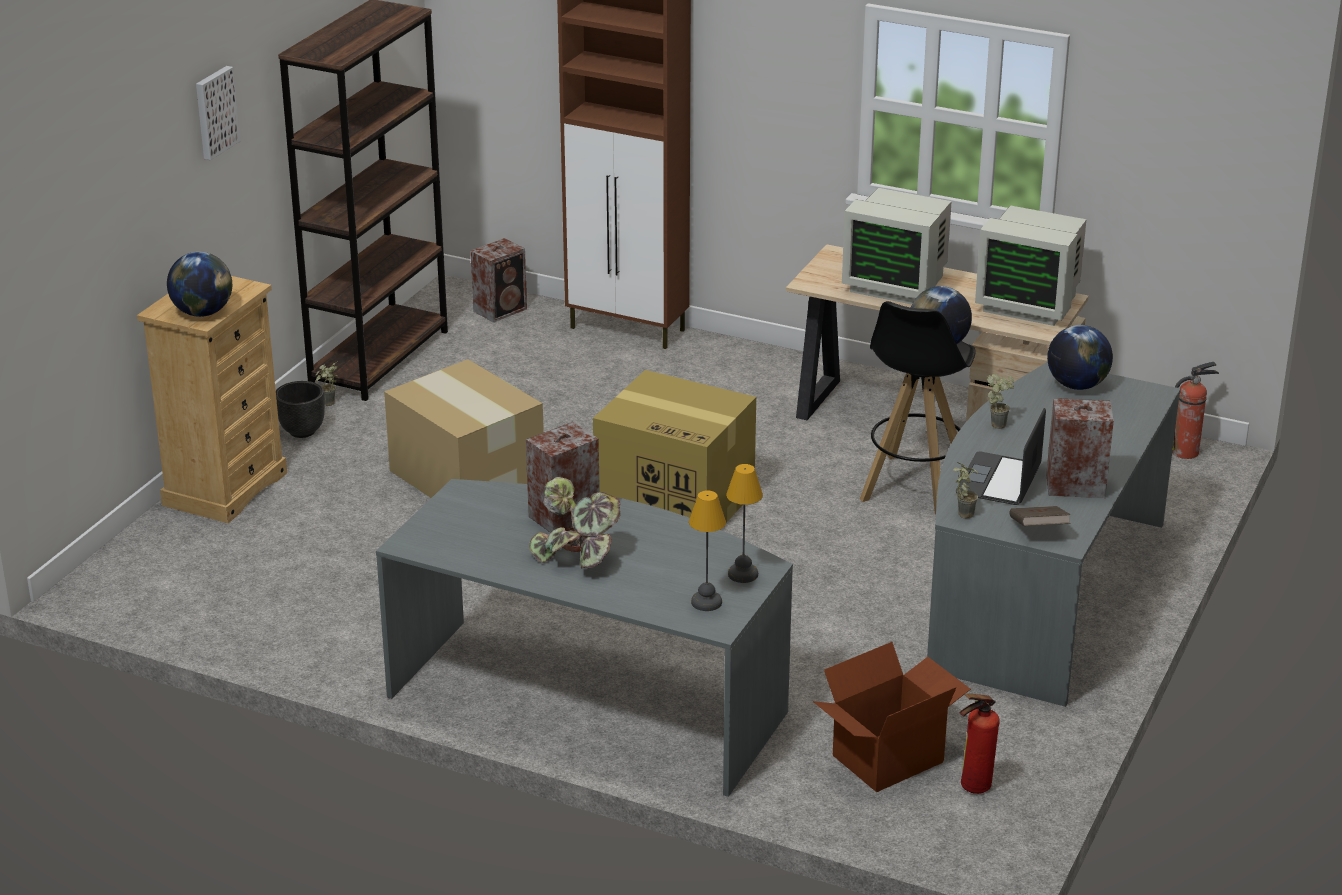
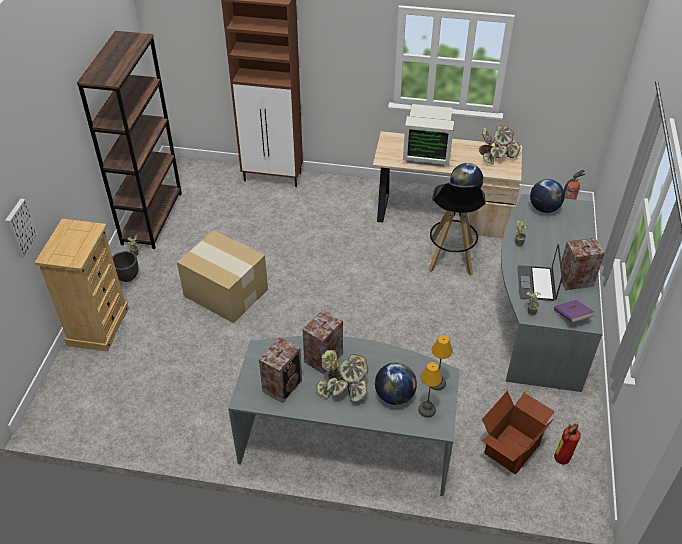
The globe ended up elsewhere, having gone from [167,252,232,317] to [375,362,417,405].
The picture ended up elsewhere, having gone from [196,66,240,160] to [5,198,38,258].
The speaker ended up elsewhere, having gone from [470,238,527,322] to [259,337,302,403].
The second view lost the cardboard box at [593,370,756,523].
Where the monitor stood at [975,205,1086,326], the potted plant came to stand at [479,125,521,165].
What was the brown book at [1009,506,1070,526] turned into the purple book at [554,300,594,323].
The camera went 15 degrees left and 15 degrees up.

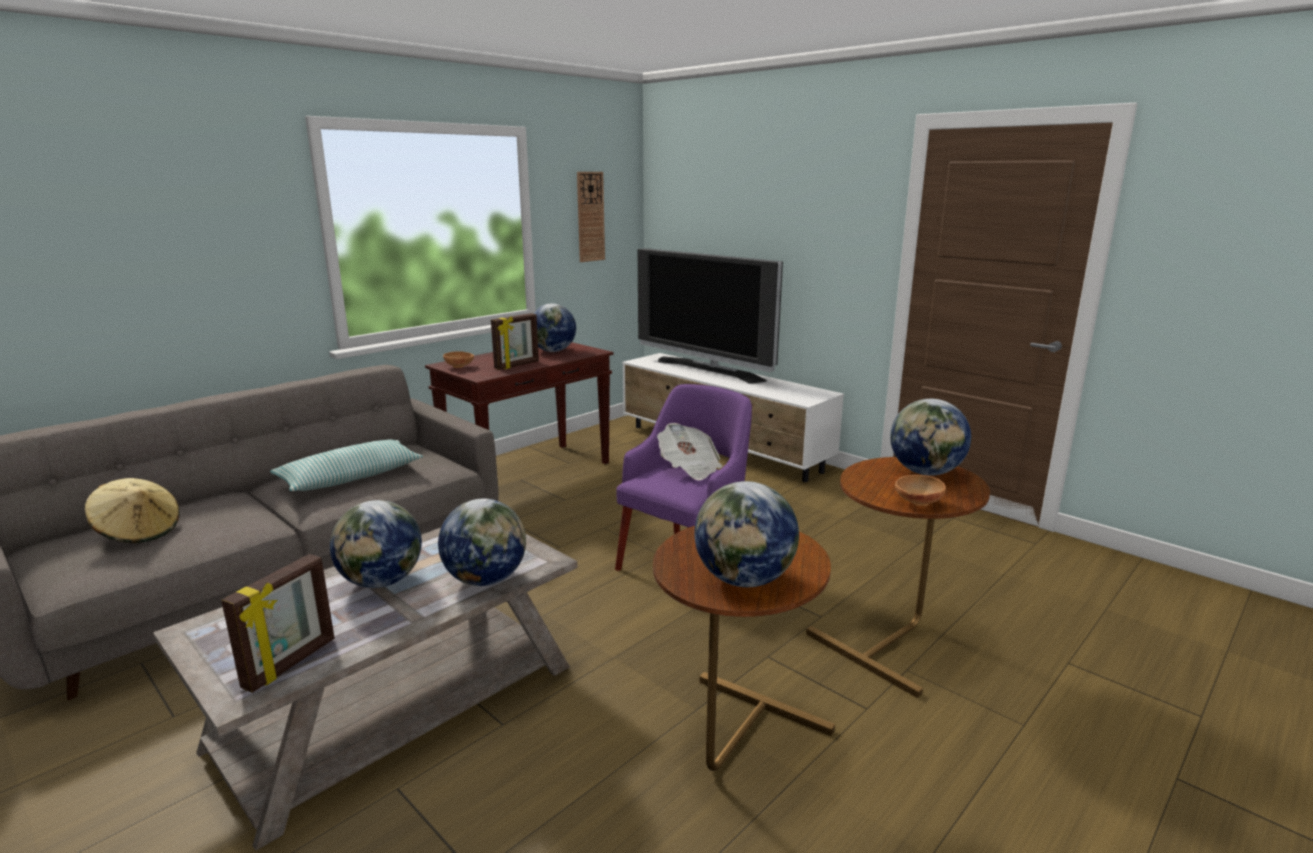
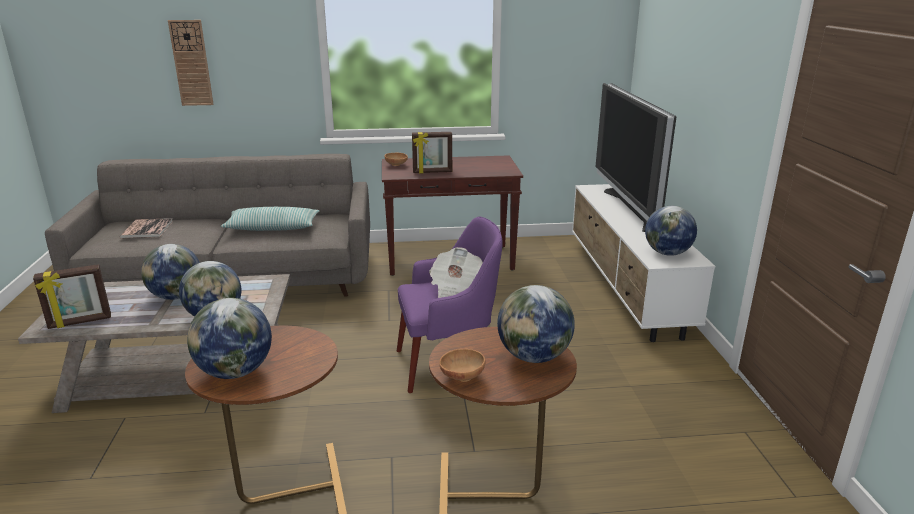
Where the beige hat stood at [85,478,180,543], the book came to stand at [120,218,173,238].
The globe ended up elsewhere, having gone from [533,303,576,352] to [645,206,697,256].
The wall clock ended up elsewhere, having gone from [577,172,605,262] to [168,20,214,106].
The camera went 40 degrees right and 5 degrees up.

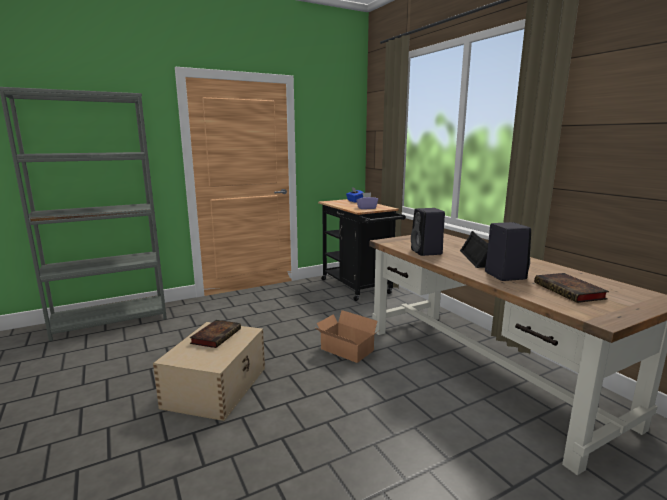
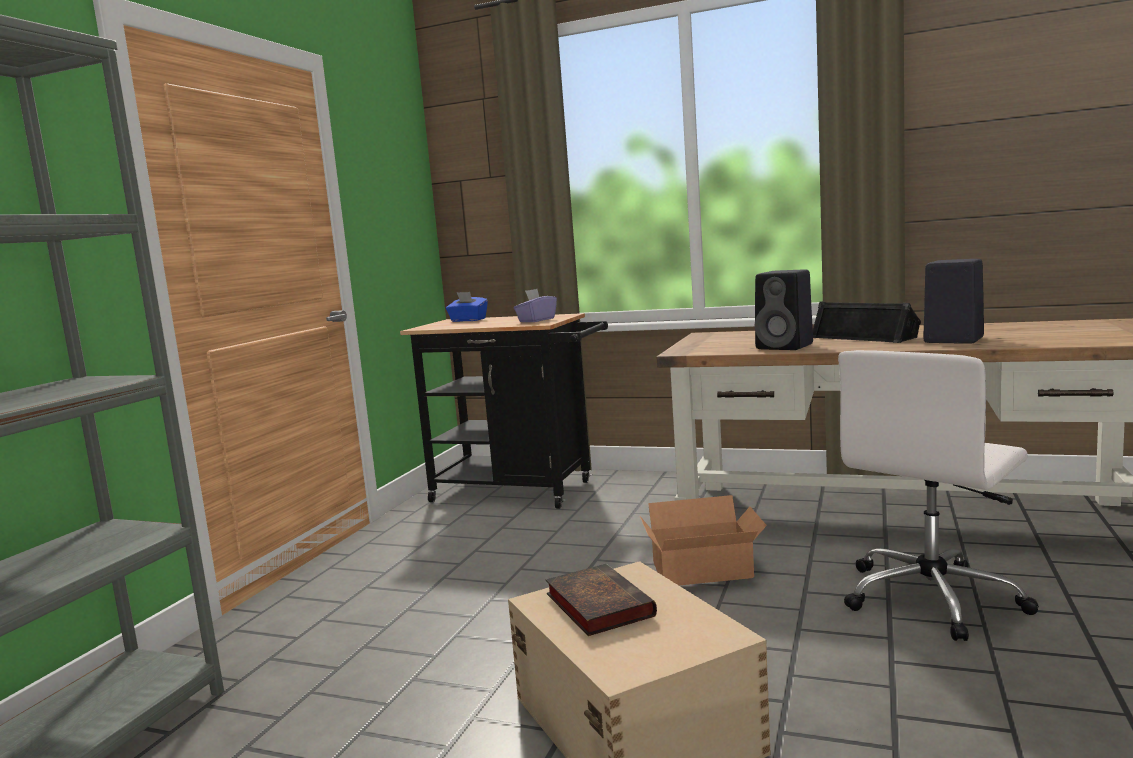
The second view lost the book at [534,273,609,303].
The second view gained the white office chair at [838,350,1039,641].
The camera went 40 degrees left and 5 degrees down.

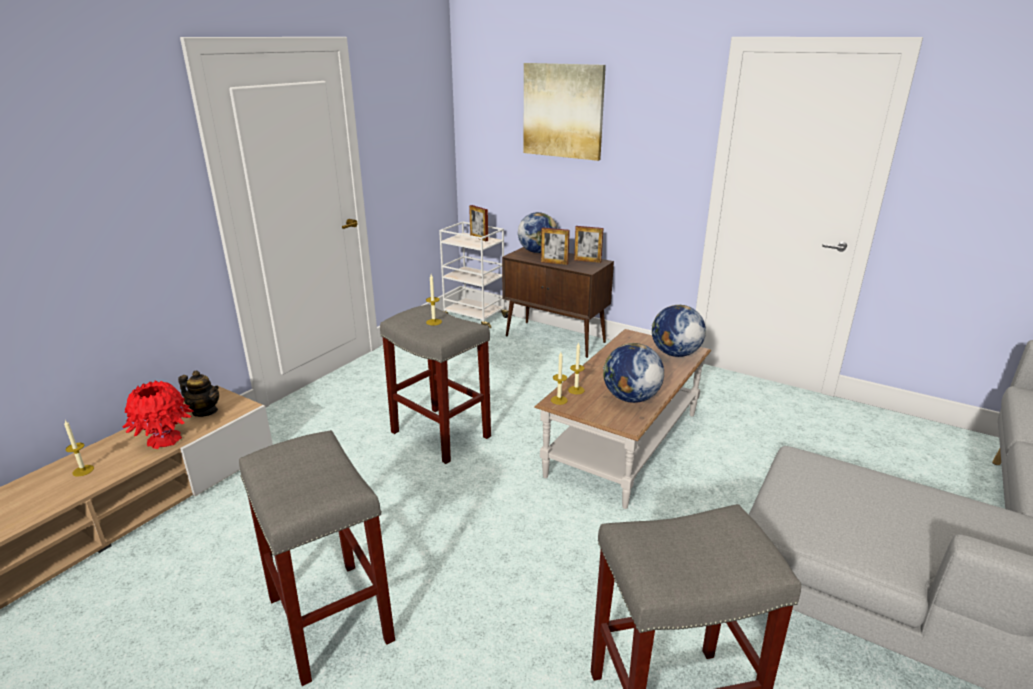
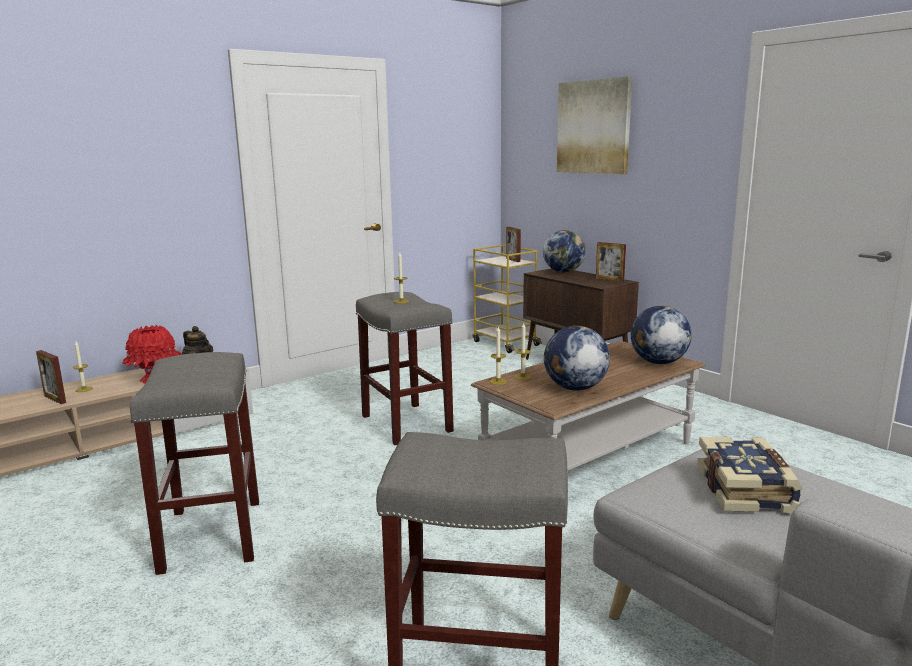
What was the white cart at [439,222,509,328] turned into the yellow cart at [473,245,542,353].
The picture frame ended up elsewhere, having gone from [541,228,570,265] to [36,350,66,404].
The second view gained the book at [697,437,803,513].
The camera went 20 degrees right and 10 degrees down.

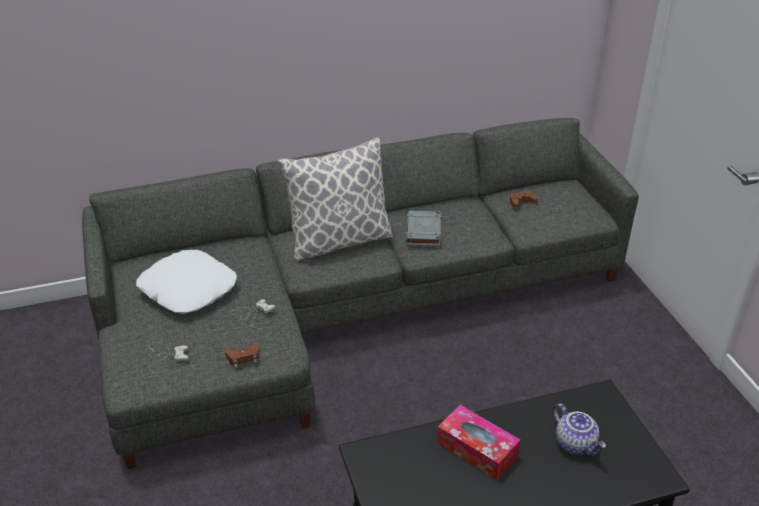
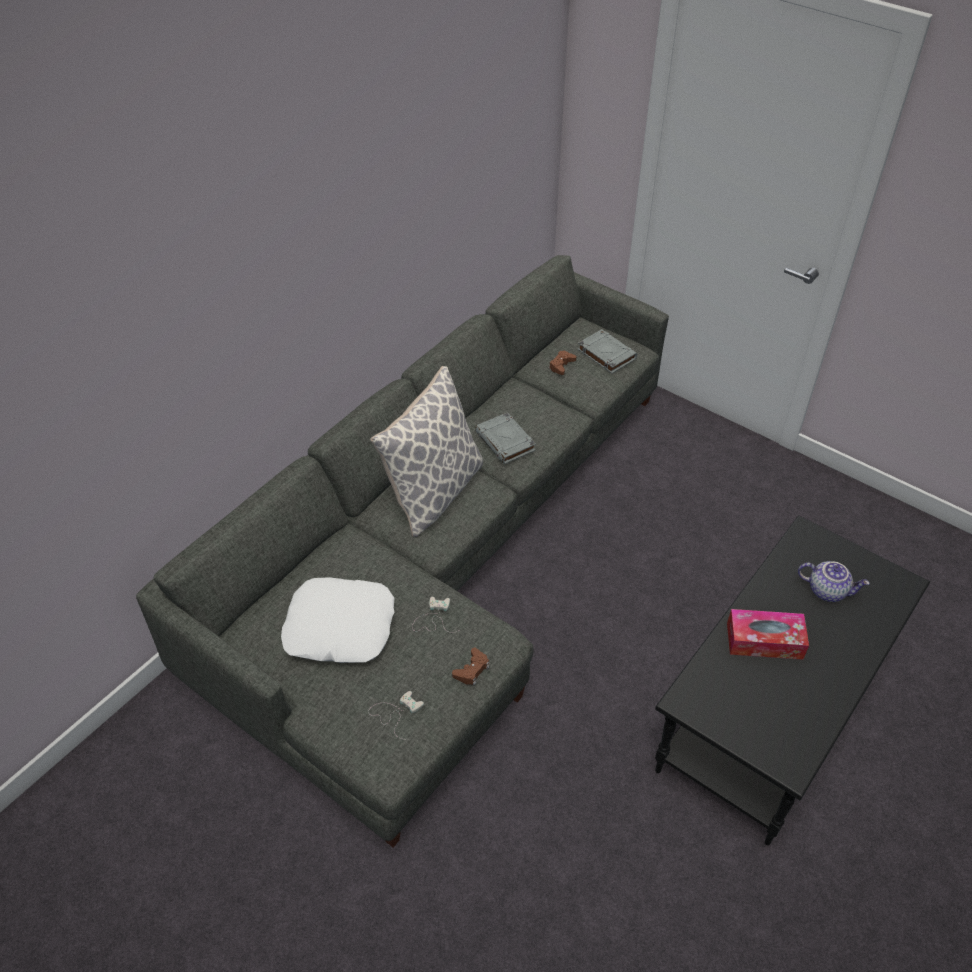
The second view gained the grey book at [577,329,637,374].
The camera went 35 degrees left and 10 degrees up.

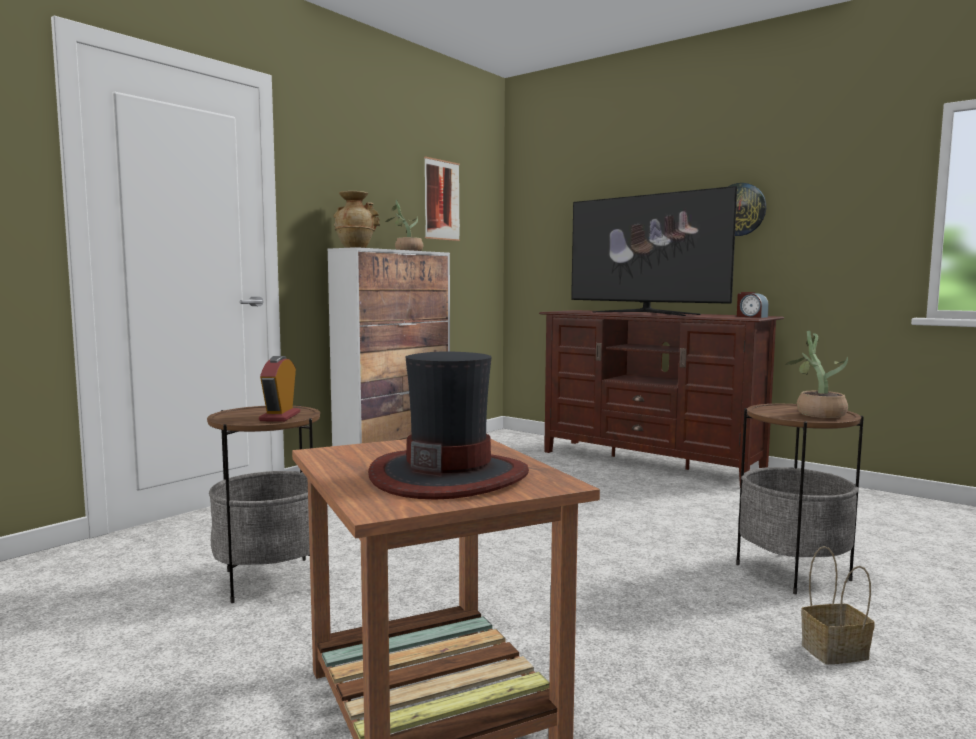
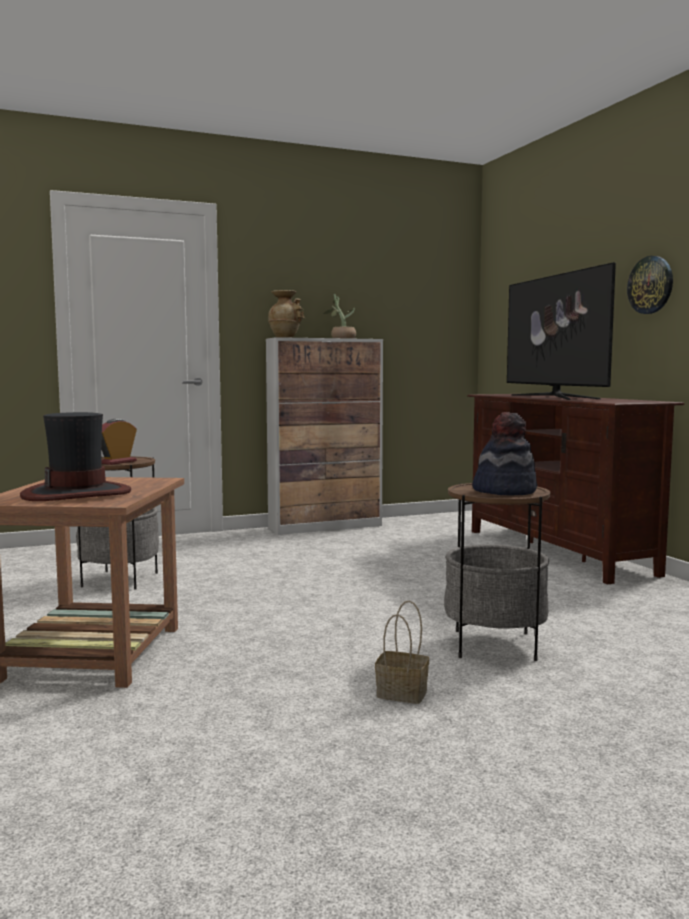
The second view lost the picture at [424,156,460,241].
The second view lost the alarm clock at [737,292,769,318].
Where the potted plant stood at [785,331,848,418], the hat came to stand at [472,412,537,495].
The camera went 30 degrees right and 0 degrees up.

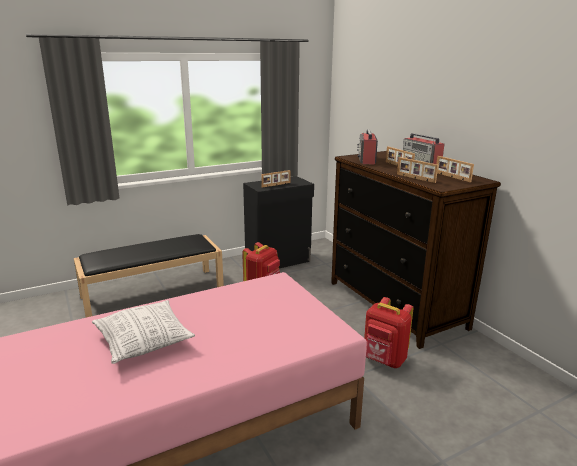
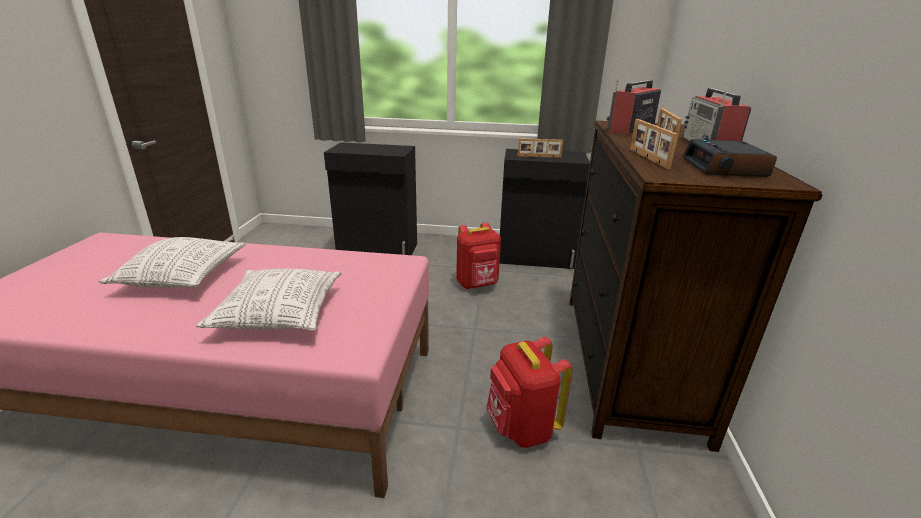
Where the black bench stood at [74,234,224,318], the black cabinet came to stand at [324,142,417,255].
Where the picture frame stood at [436,156,474,182], the alarm clock came to stand at [683,139,777,177].
The second view gained the pillow at [196,269,342,331].
The camera went 35 degrees right and 5 degrees up.

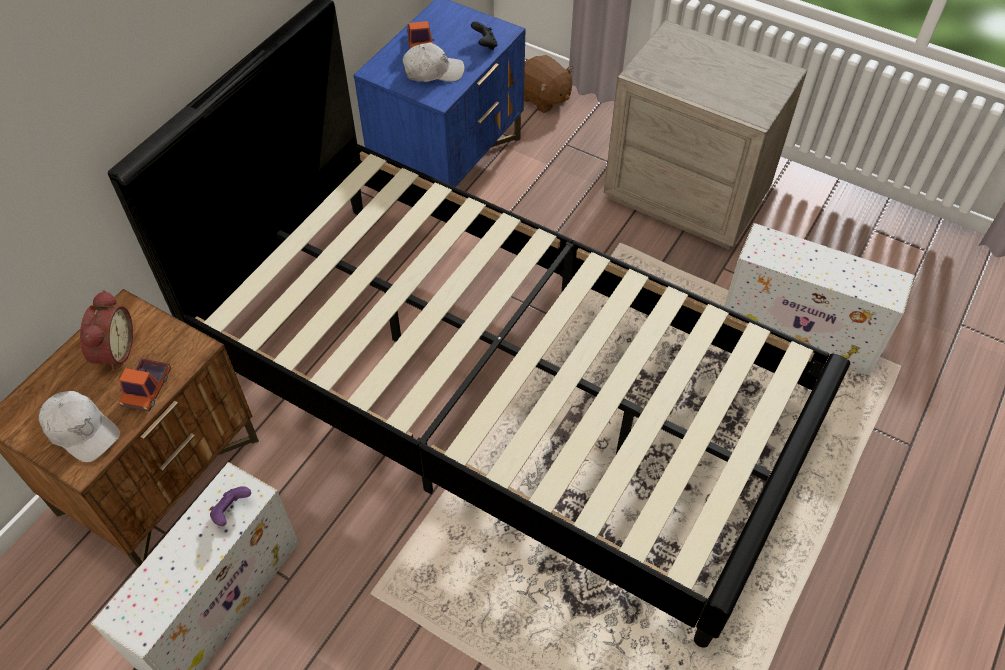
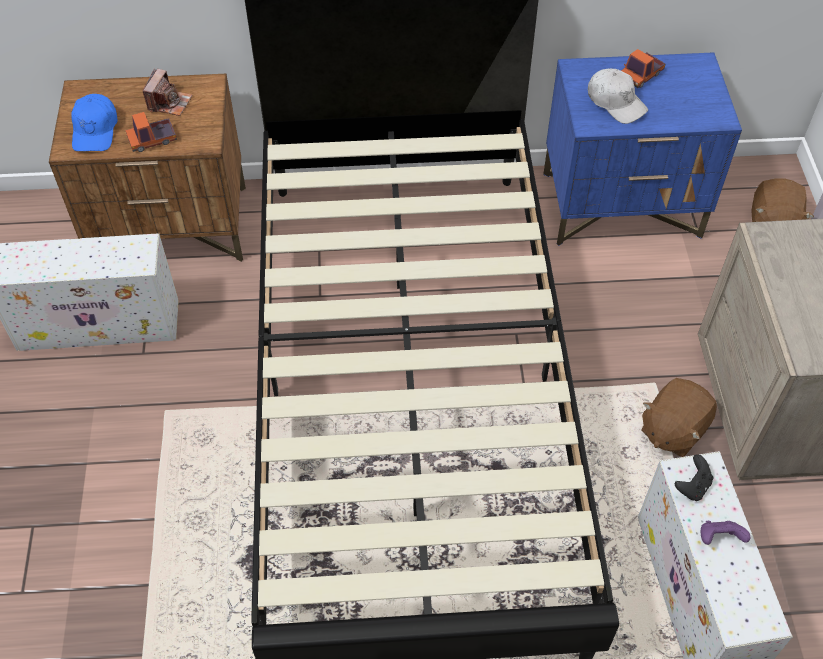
What was the white cap at [38,391,120,463] turned into the blue cap at [71,94,118,151].
Where the alarm clock stood at [80,290,133,371], the photo camera came to stand at [143,69,192,116].
The purple game controller ended up elsewhere, having gone from [210,486,251,526] to [701,521,750,545].
The black game controller ended up elsewhere, having gone from [471,21,498,50] to [675,454,714,501].
The second view gained the brown plush toy at [641,378,717,457].
The camera went 55 degrees right and 0 degrees up.

